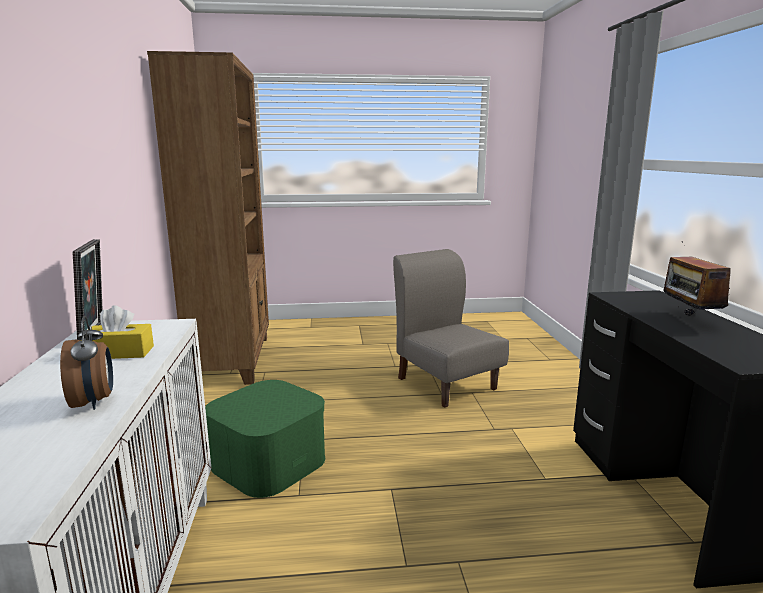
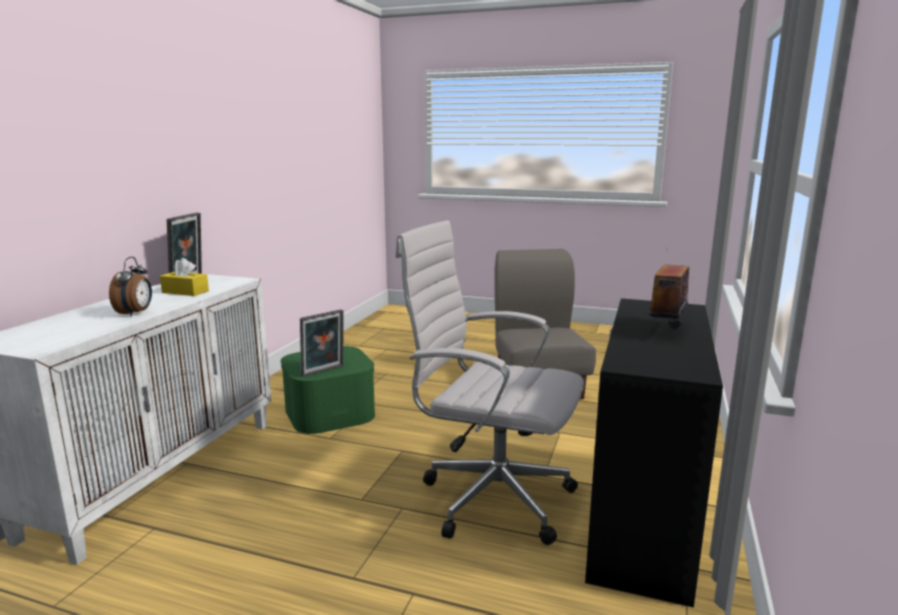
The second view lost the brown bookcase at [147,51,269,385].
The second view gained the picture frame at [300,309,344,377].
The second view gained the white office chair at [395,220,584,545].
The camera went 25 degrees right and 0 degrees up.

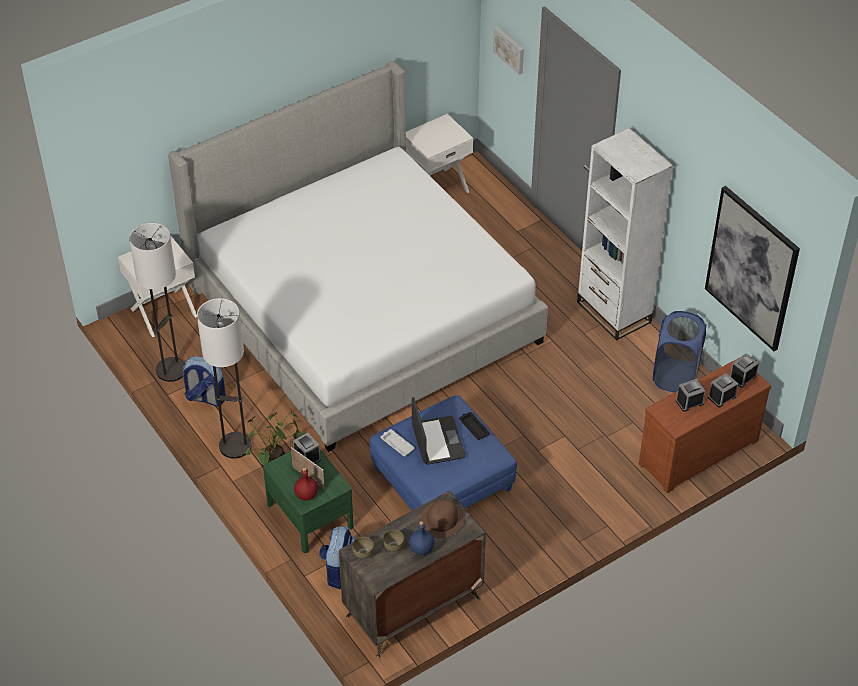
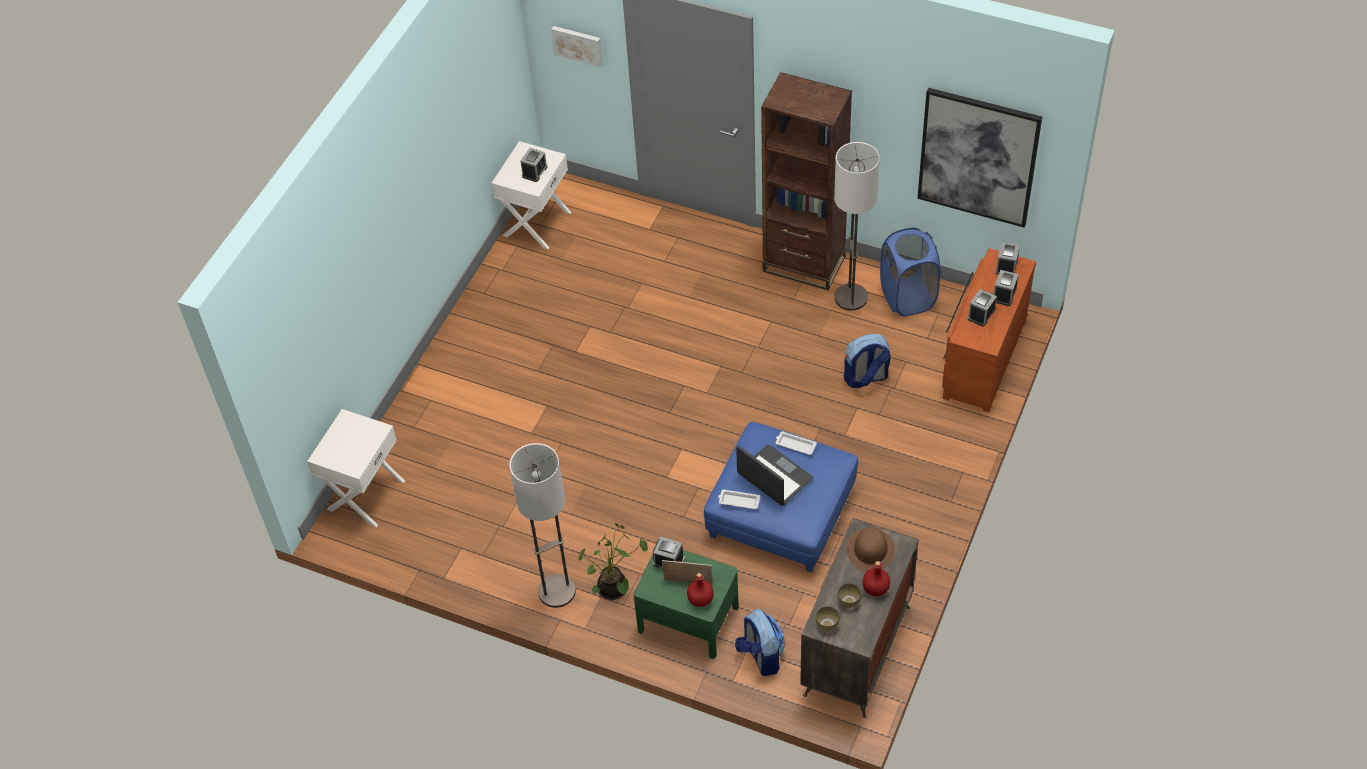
The floor lamp ended up elsewhere, having gone from [129,223,185,382] to [834,142,880,311].
The second view lost the bed at [168,61,548,452].
The backpack ended up elsewhere, having gone from [183,356,226,407] to [844,334,891,388].
What was the blue bottle at [409,521,434,555] turned into the red bottle at [863,561,890,596].
What was the black tray at [459,412,490,440] turned into the white tray at [776,431,817,455].
What was the white bookcase at [577,128,673,341] turned into the brown bookcase at [761,72,852,291].
The second view gained the alarm clock at [520,148,548,182].
The camera went 30 degrees left and 5 degrees up.

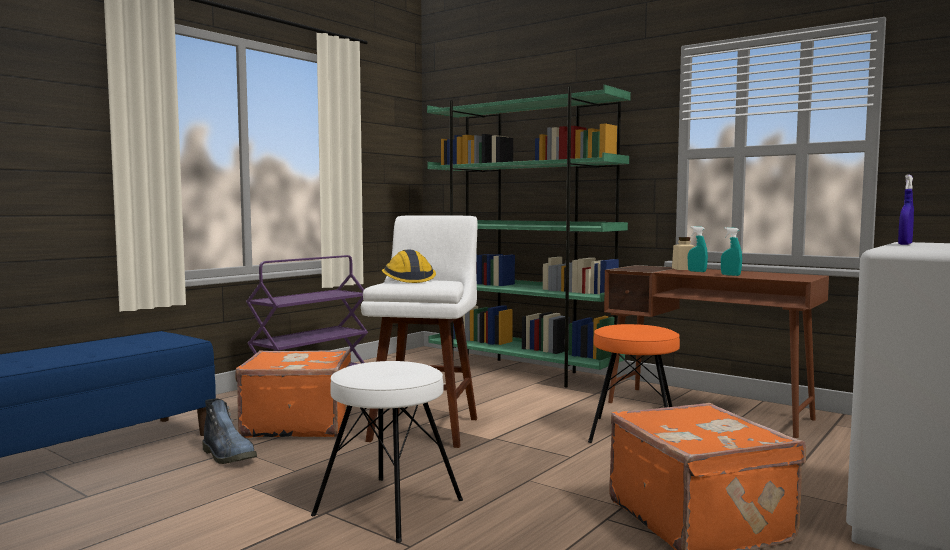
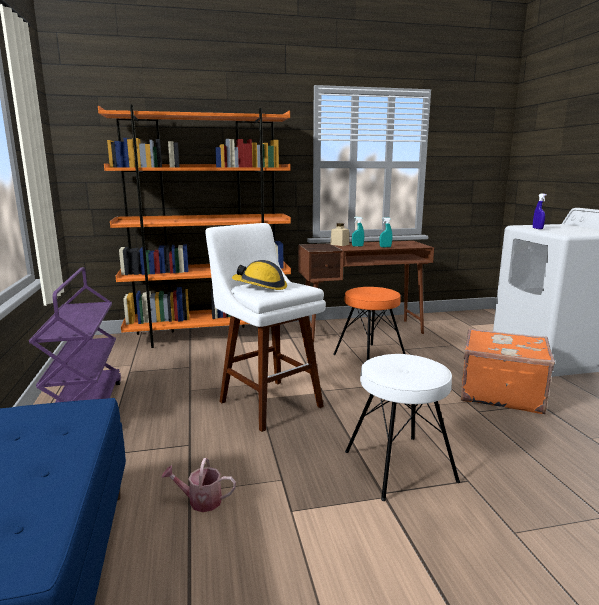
Where the boot stood at [202,399,257,464], the watering can came to stand at [161,458,236,512].
The second view lost the orange suitcase at [235,349,351,438].
What was the green bookcase at [427,85,631,387] turned into the orange bookcase at [98,104,291,348].
The camera went 50 degrees left and 10 degrees up.

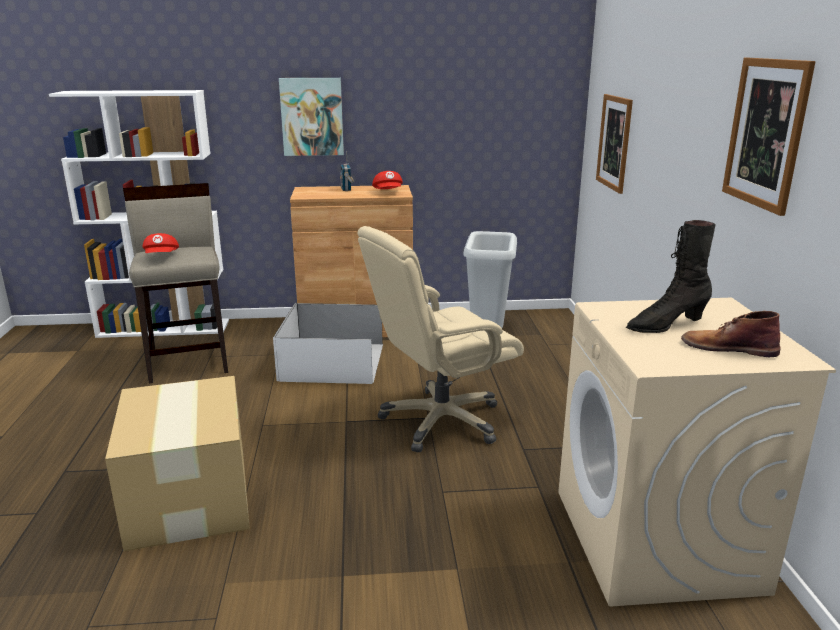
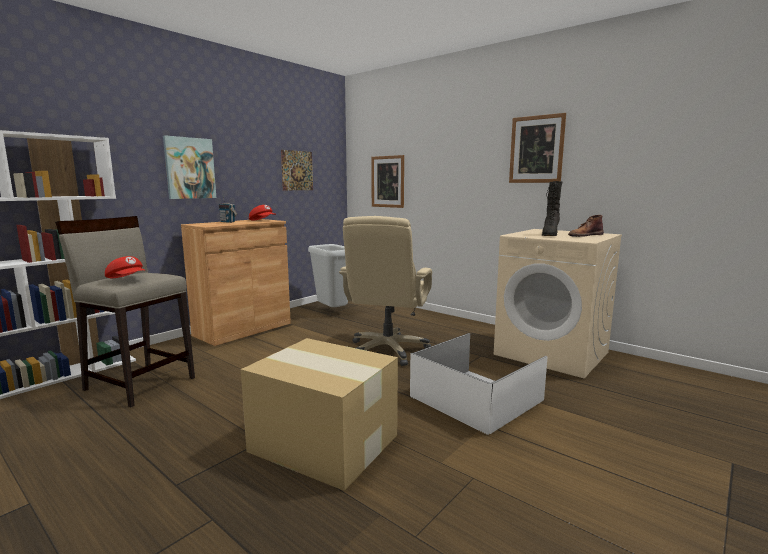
The white storage box ended up elsewhere, having gone from [273,302,383,384] to [410,333,548,435].
The second view gained the picture at [281,150,313,190].
The camera went 45 degrees left and 10 degrees down.

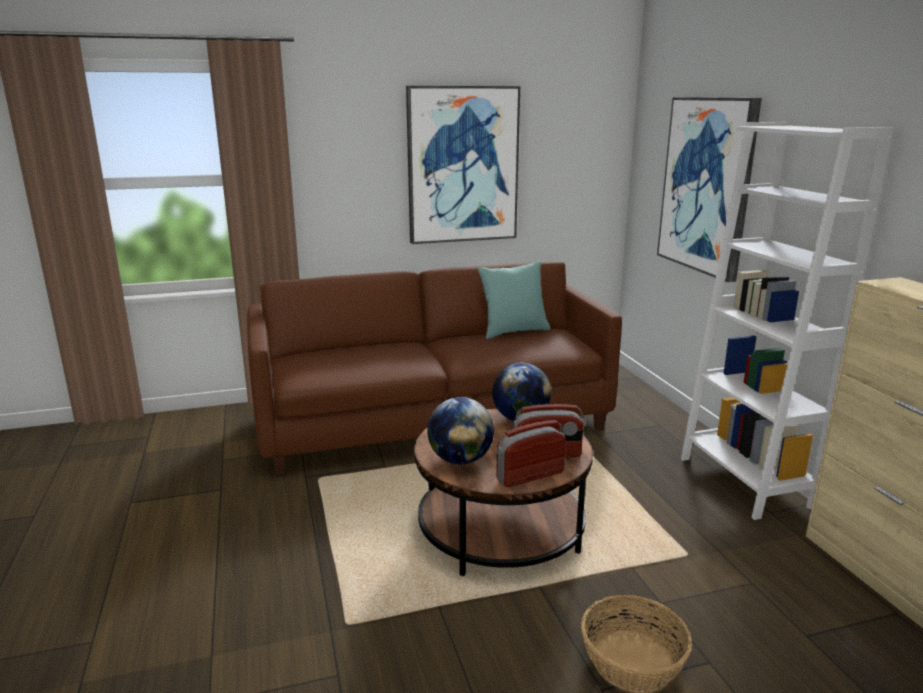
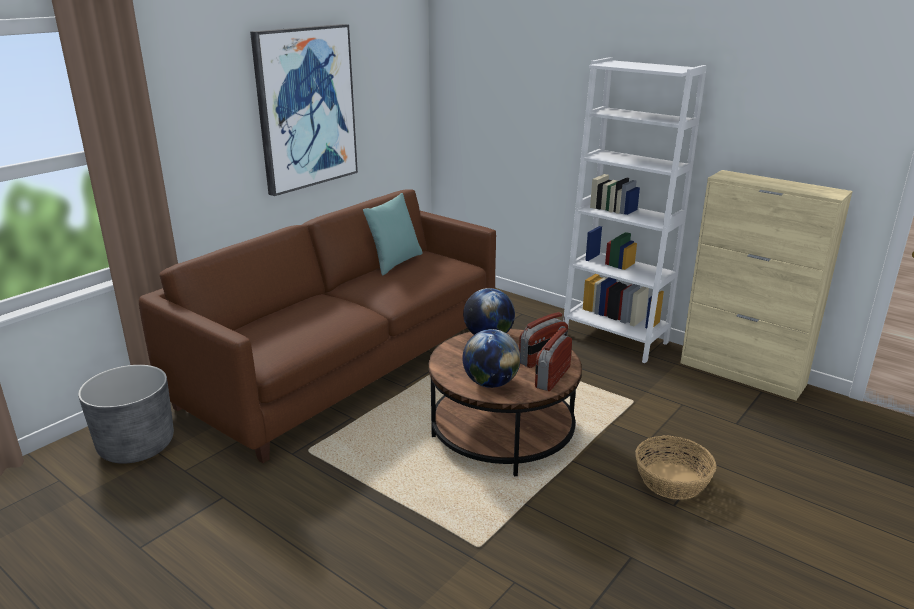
The second view lost the picture at [657,97,762,282].
The second view gained the grey planter at [78,365,174,464].
The camera went 35 degrees left and 5 degrees up.

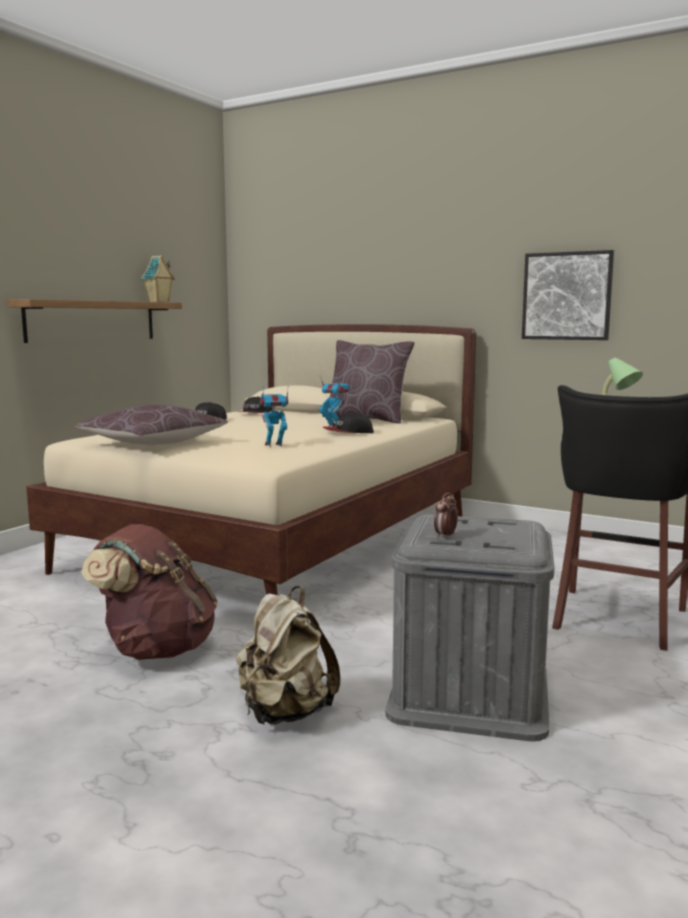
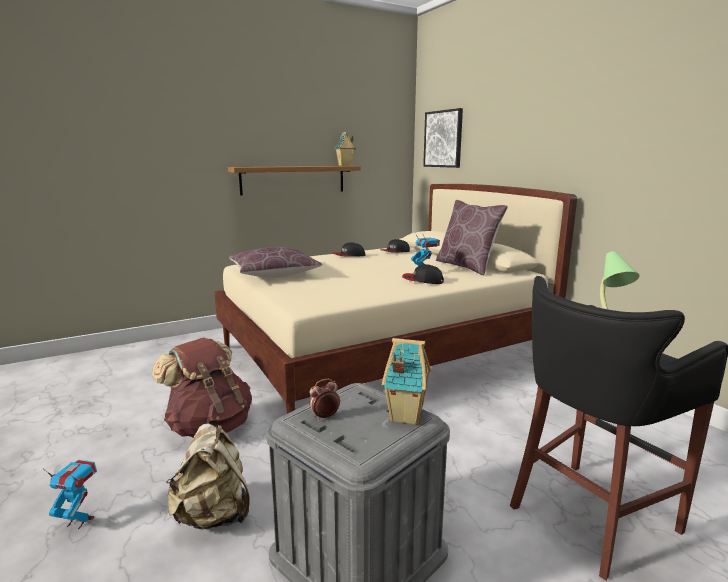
The toy robot ended up elsewhere, having gone from [259,386,288,447] to [43,460,97,529].
The picture ended up elsewhere, having gone from [522,250,614,340] to [423,108,463,168].
The second view gained the toy house at [382,338,431,425].
The camera went 30 degrees right and 5 degrees up.

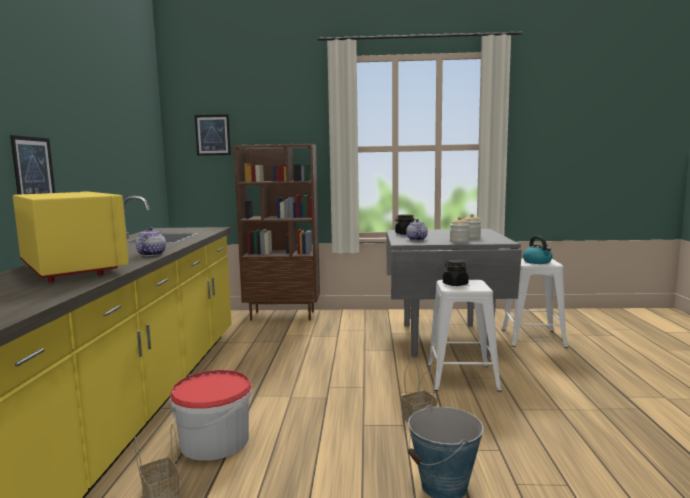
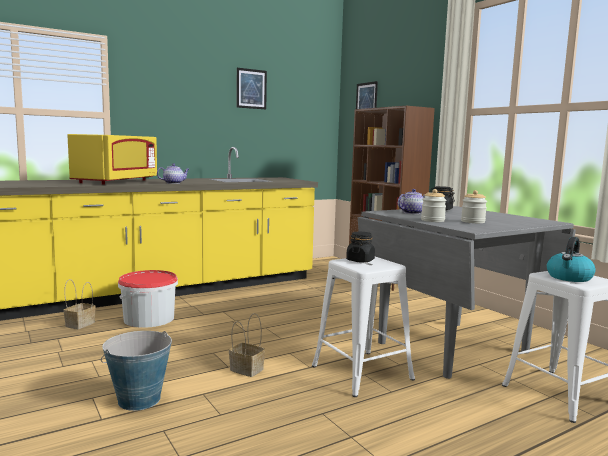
The picture ended up elsewhere, having gone from [10,135,55,195] to [236,68,267,109].
The camera went 55 degrees right and 0 degrees up.

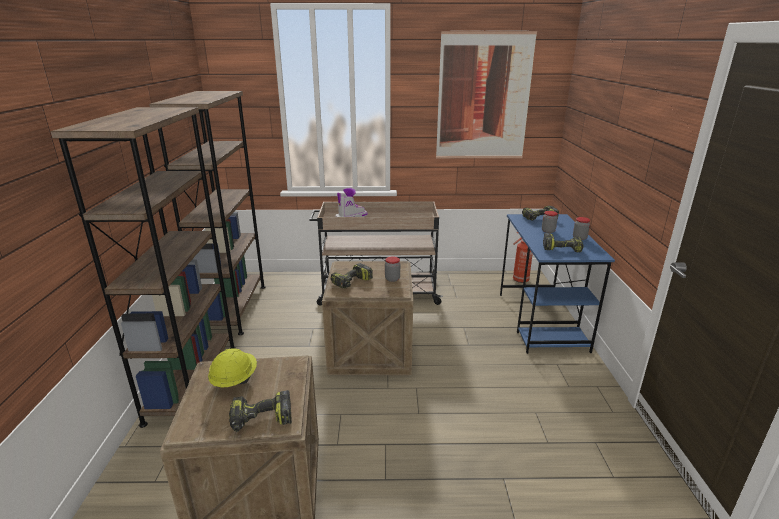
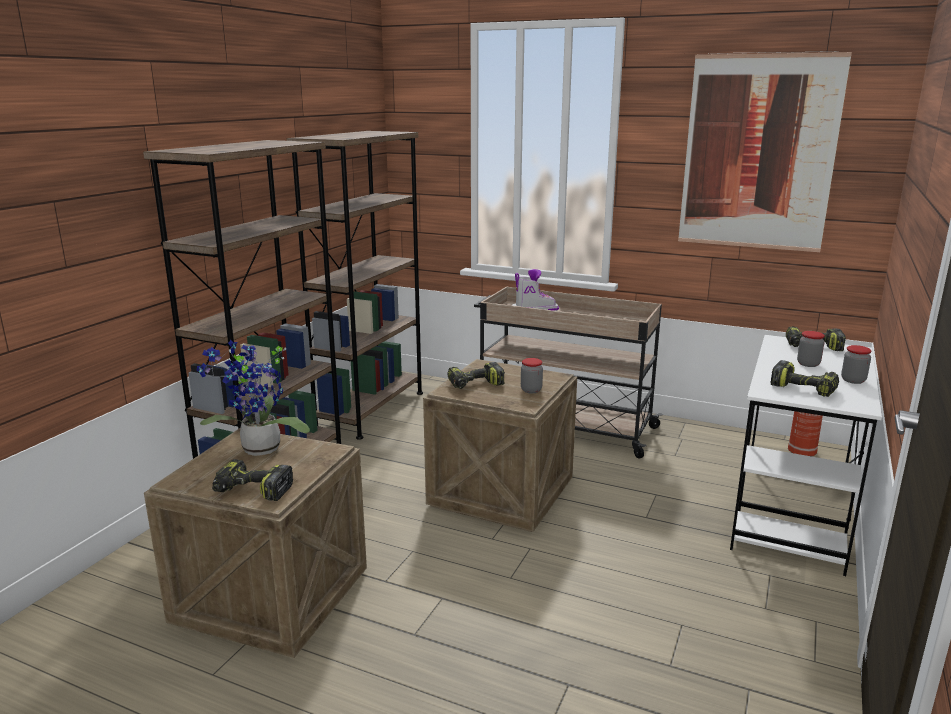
Where the yellow hard hat stood at [208,349,257,387], the potted plant came to stand at [196,340,310,456].
What was the blue desk at [500,214,615,354] turned into the white desk at [730,335,882,576].
The camera went 25 degrees right and 5 degrees down.

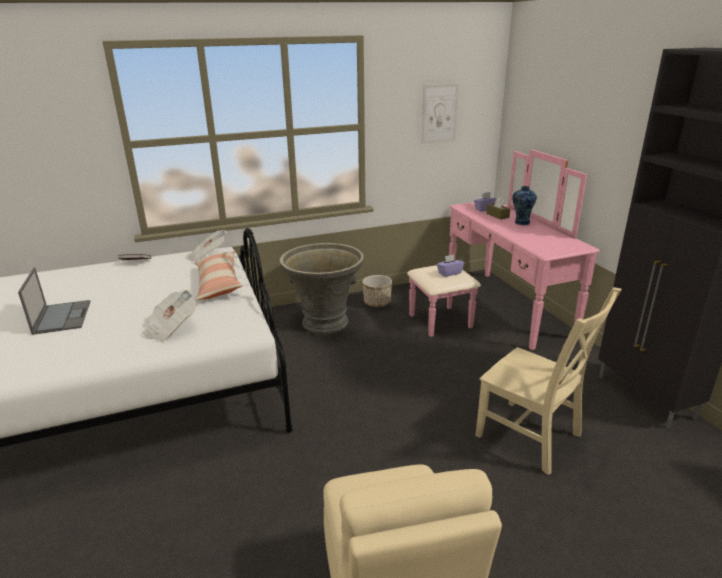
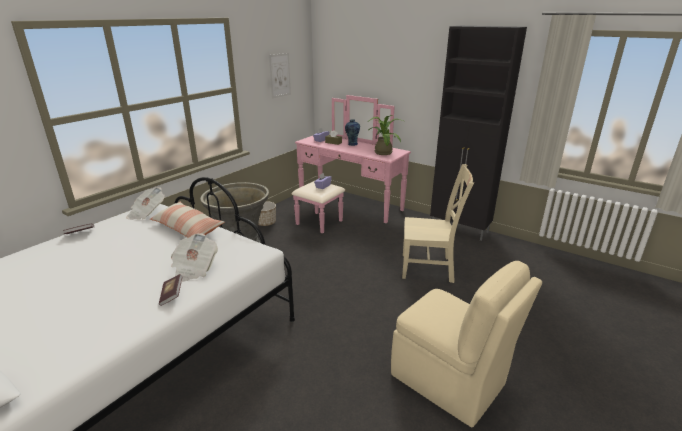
The second view lost the laptop at [18,267,91,335].
The second view gained the book at [159,274,182,306].
The second view gained the potted plant at [368,115,403,155].
The camera went 35 degrees left and 0 degrees up.

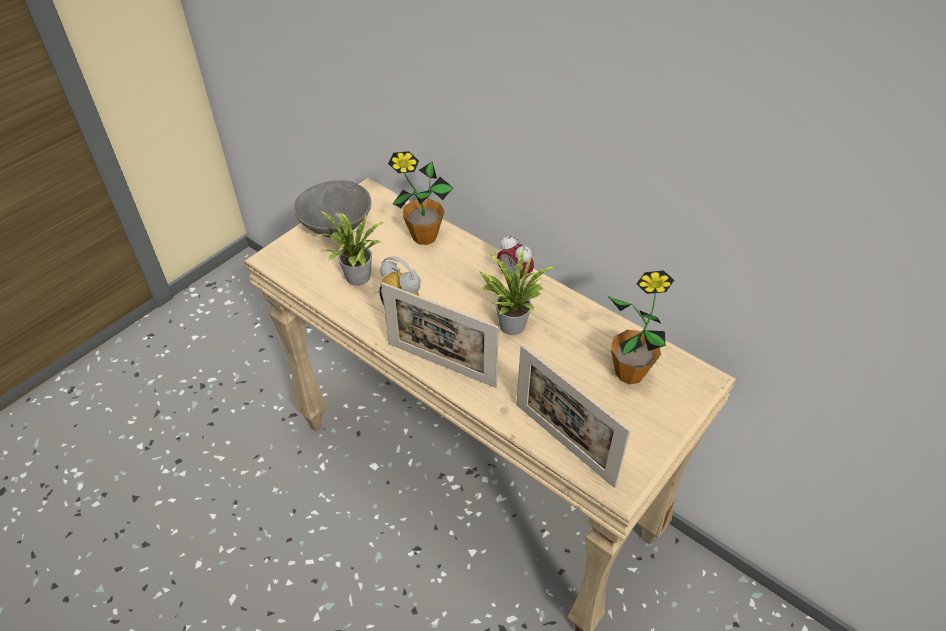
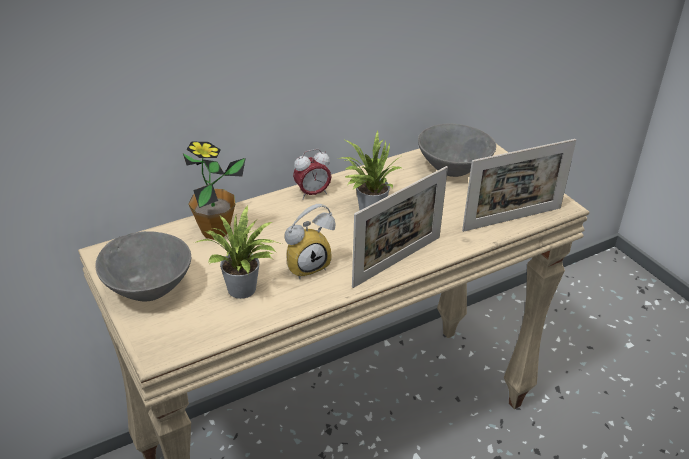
Where the potted plant stood at [608,270,674,384], the grey bowl came to stand at [418,124,496,177].
The camera went 70 degrees left and 10 degrees down.

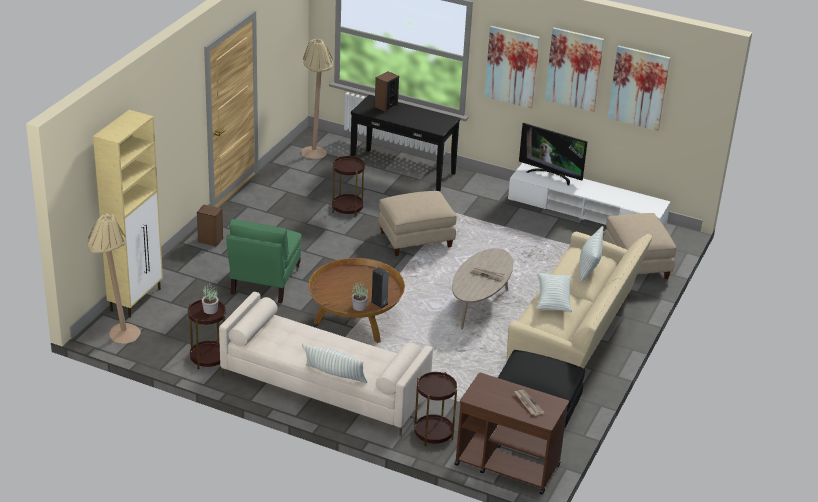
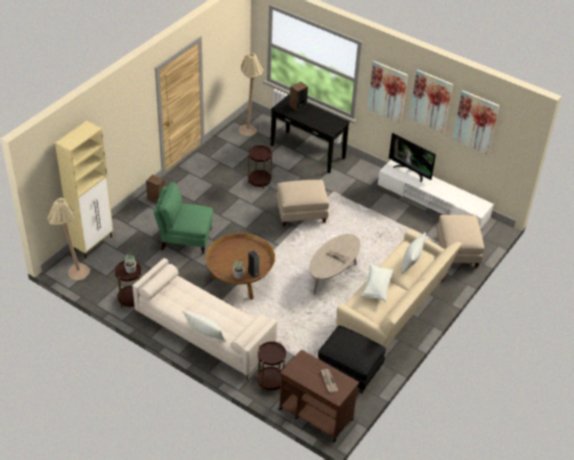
The green armchair at [226,219,302,304] ended up facing another way, 75 degrees clockwise from before.
The camera went 10 degrees right and 10 degrees up.

